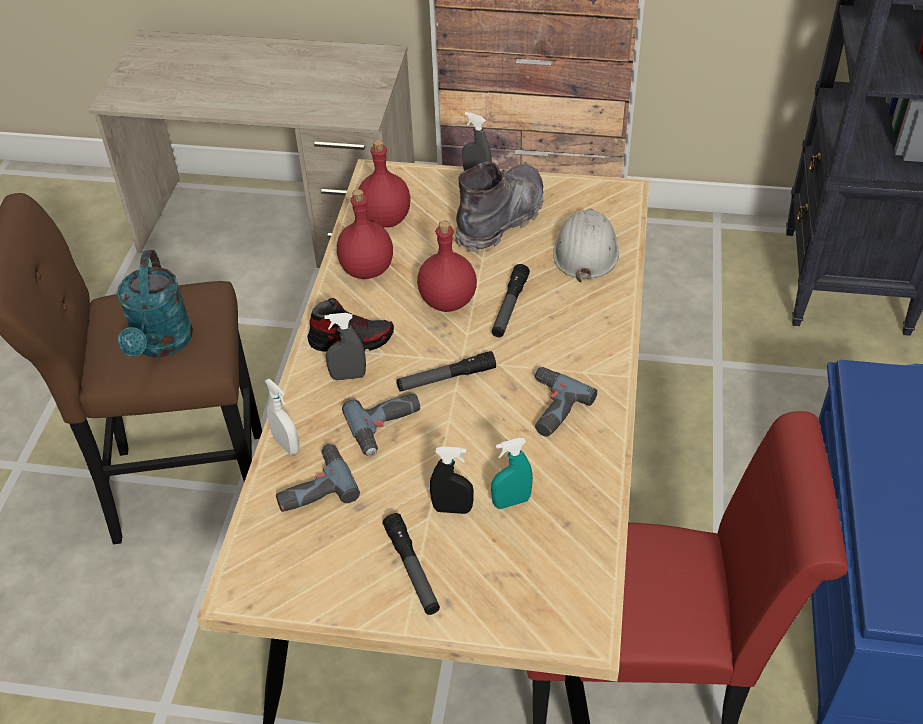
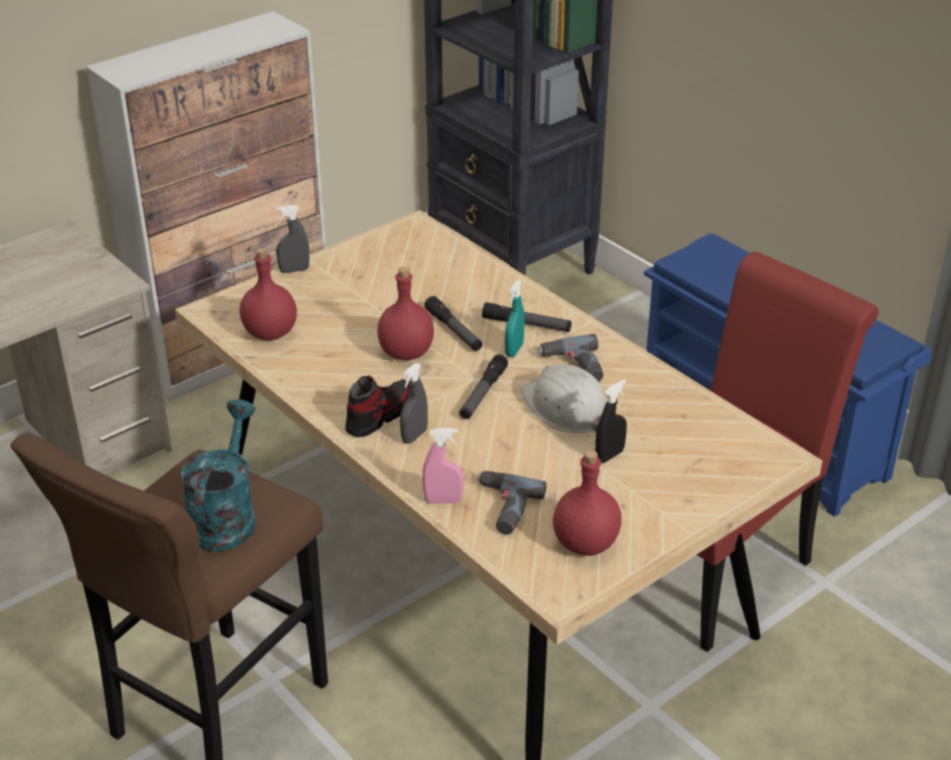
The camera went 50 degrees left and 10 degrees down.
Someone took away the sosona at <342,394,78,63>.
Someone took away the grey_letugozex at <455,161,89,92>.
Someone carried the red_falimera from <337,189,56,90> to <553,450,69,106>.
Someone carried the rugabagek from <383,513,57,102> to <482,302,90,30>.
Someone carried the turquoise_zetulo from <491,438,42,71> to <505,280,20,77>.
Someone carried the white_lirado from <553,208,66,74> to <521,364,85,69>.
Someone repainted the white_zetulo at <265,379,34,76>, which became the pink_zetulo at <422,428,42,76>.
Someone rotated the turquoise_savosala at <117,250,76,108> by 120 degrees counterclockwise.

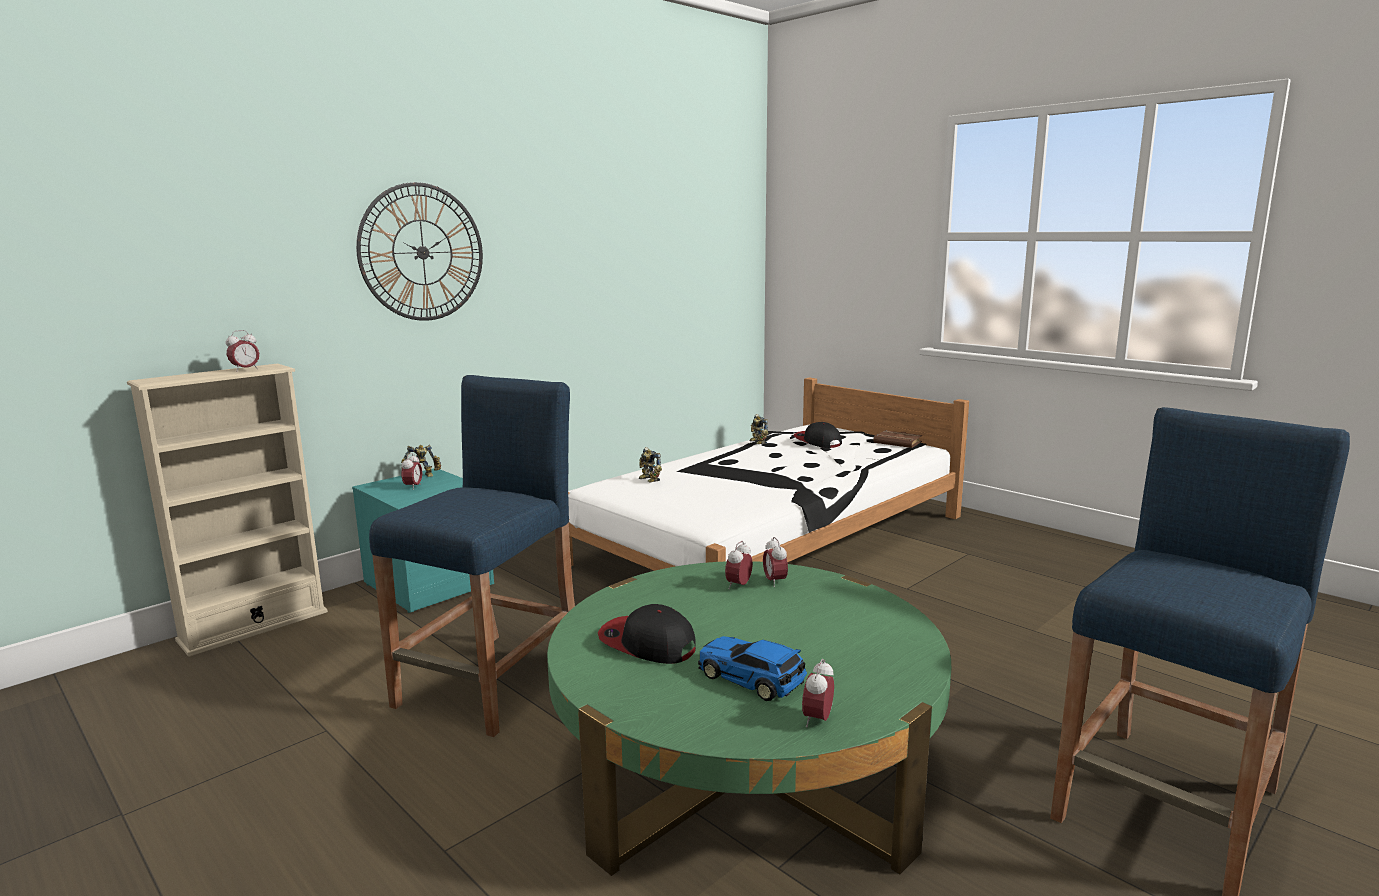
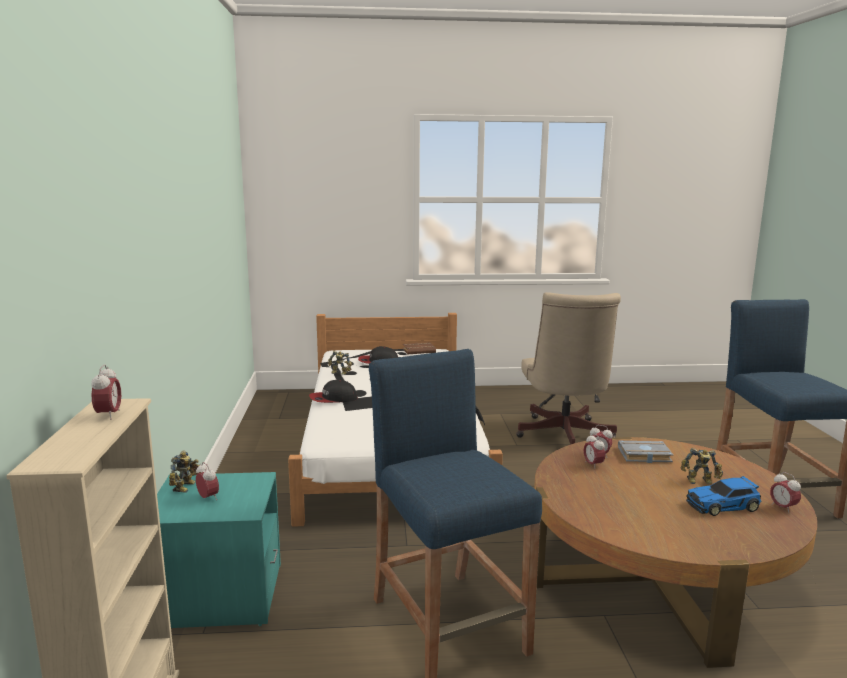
The camera went 50 degrees left and 0 degrees up.
Someone took away the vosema at <356,182,127,139>.
Someone put down the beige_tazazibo at <516,292,105,152>.
Someone put down the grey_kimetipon at <618,441,55,22>.
Someone carried the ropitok from <598,604,98,60> to <309,380,49,23>.
Someone carried the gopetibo from <639,447,23,35> to <681,448,42,36>.
Someone repainted the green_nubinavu at <547,561,404,315>, which became the brown_nubinavu at <534,437,283,231>.

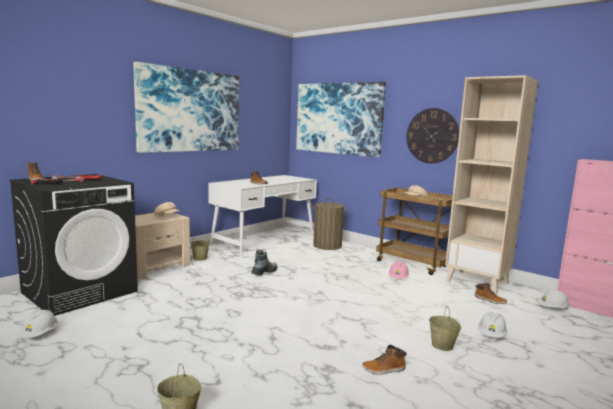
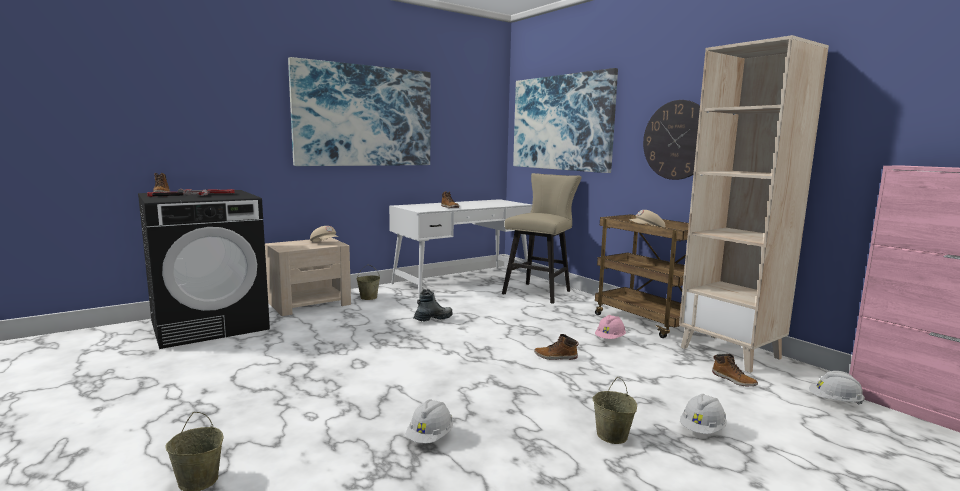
The camera went 15 degrees right and 0 degrees up.
Someone carried the white_lirado from <18,309,40,29> to <406,399,47,44>.
Someone carried the letugozex from <362,345,45,30> to <534,334,45,26>.
Someone swapped the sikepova at <312,198,36,52> for the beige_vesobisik at <502,173,79,131>.

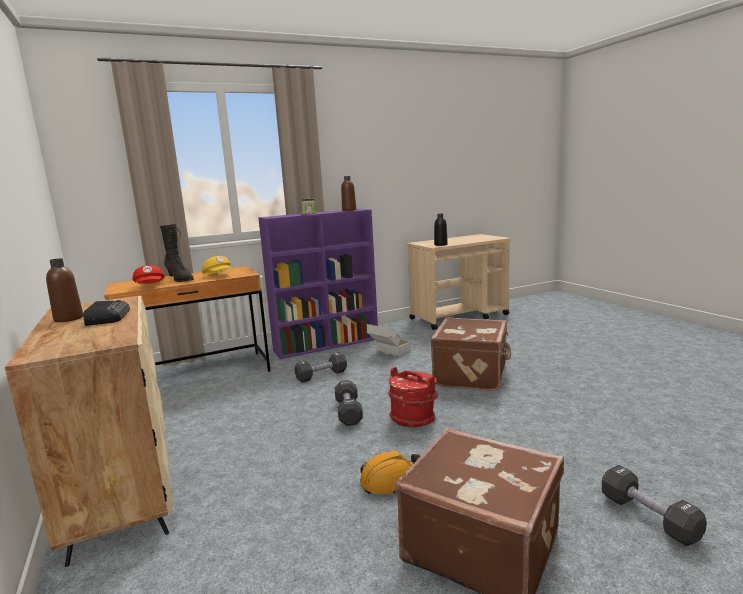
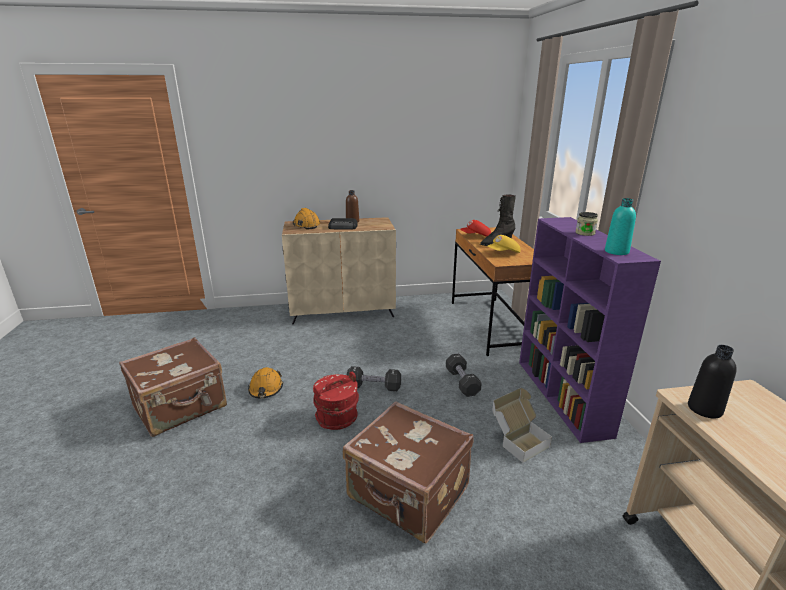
The camera went 105 degrees right and 10 degrees up.
Someone took away the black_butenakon at <602,465,105,81>.
Someone put down the orange_lirado at <293,208,27,21>.
Someone repainted the brown_falimera at <341,176,15,35>, which became the turquoise_falimera at <605,198,31,57>.

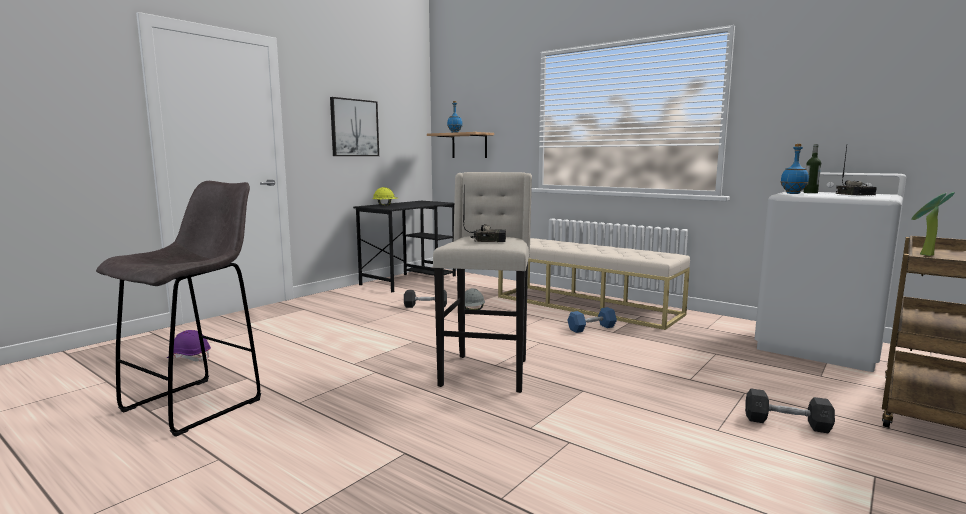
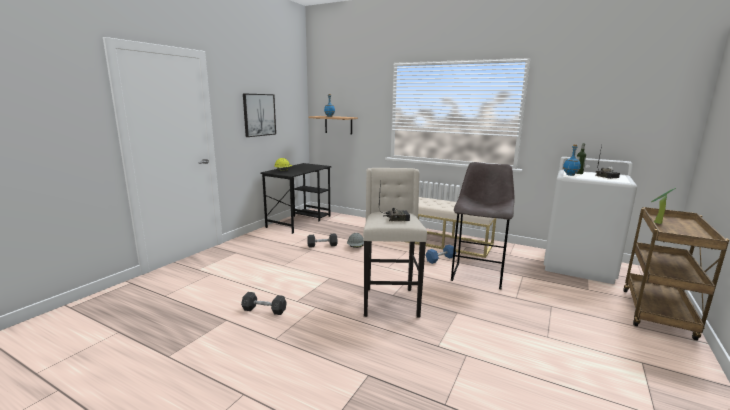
The camera went 10 degrees left and 5 degrees up.
Someone took away the purple_lirado at <167,330,44,31>.
Someone carried the grey_vesobisik from <96,181,165,256> to <451,162,63,127>.
Someone carried the grey_butenakon from <745,389,90,44> to <241,292,46,23>.

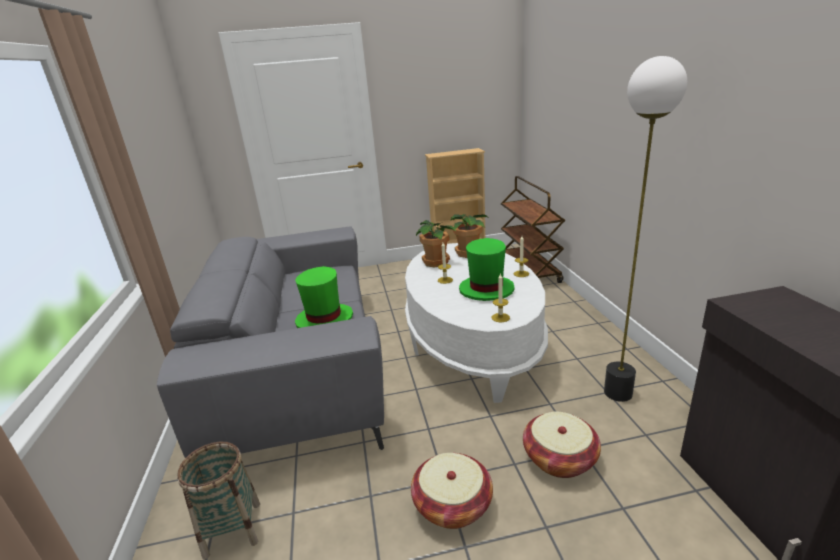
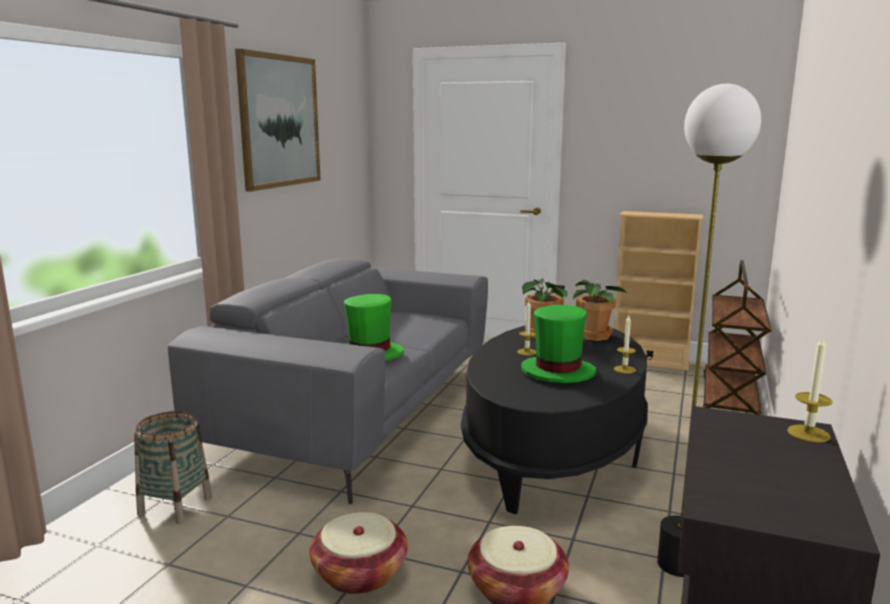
The camera went 30 degrees right and 10 degrees down.
Someone put up the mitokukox at <235,49,86,143>.
Someone carried the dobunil from <491,273,19,49> to <787,337,46,106>.
Someone repainted the white_nubinavu at <405,243,143,160>, which became the black_nubinavu at <461,325,187,189>.

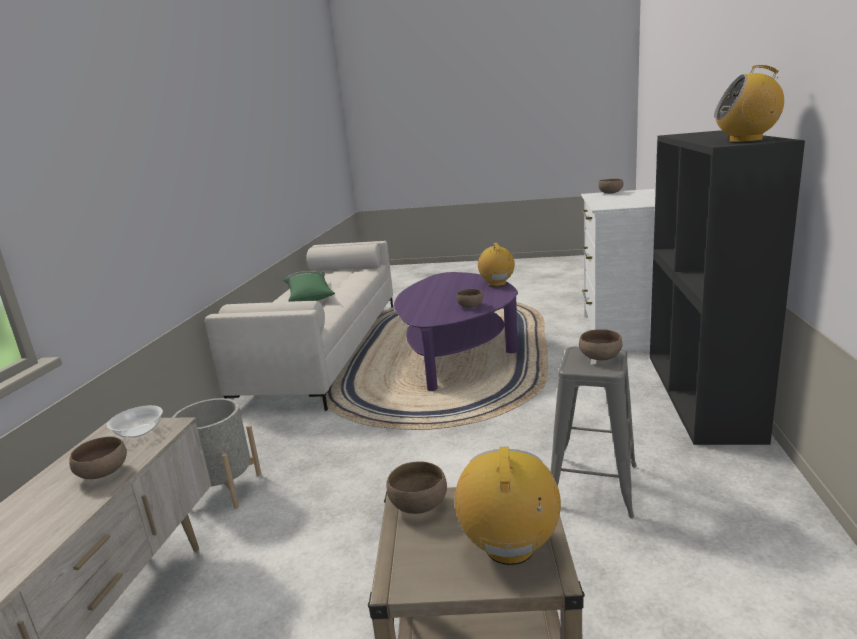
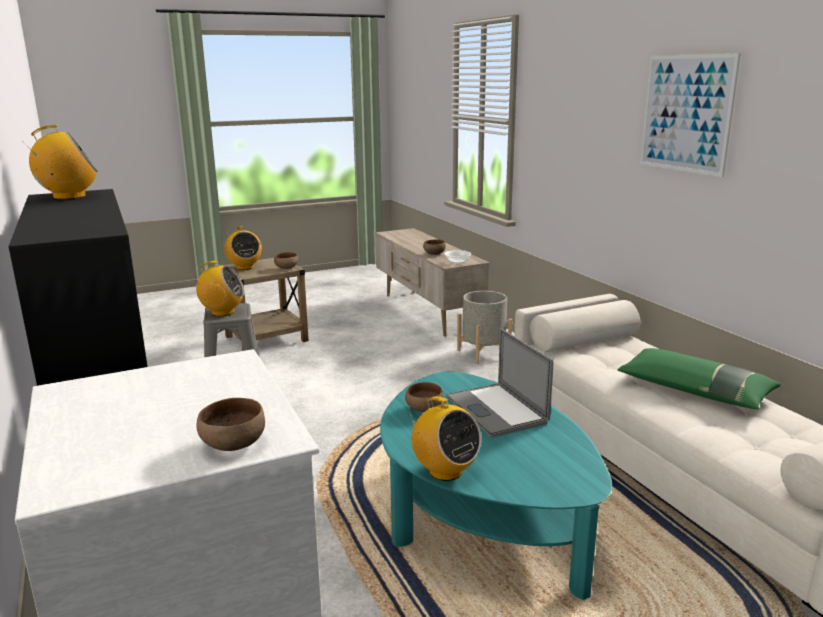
The camera went 145 degrees right and 0 degrees up.
Someone put down the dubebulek at <446,328,108,109>.
Someone put up the mitokukox at <640,53,101,124>.
Someone swapped the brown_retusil at <579,329,43,31> for the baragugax at <193,261,52,55>.
Someone repainted the purple_nubinavu at <394,272,125,119>, which became the turquoise_nubinavu at <380,372,232,228>.

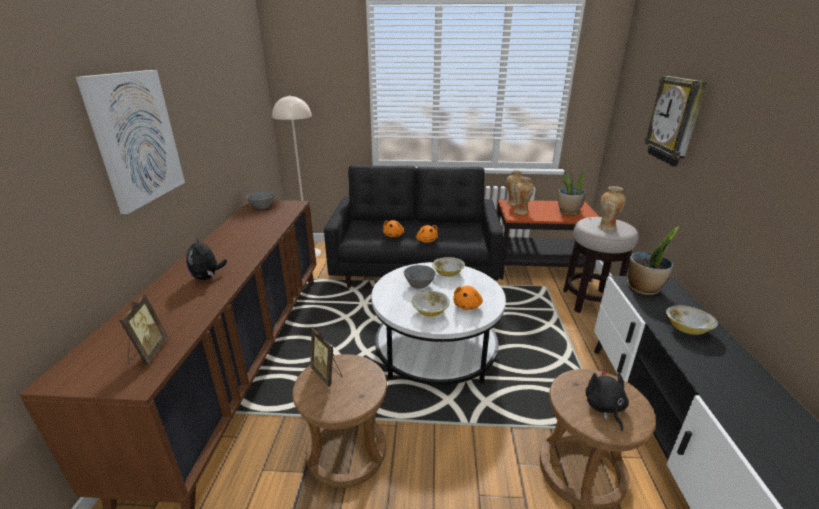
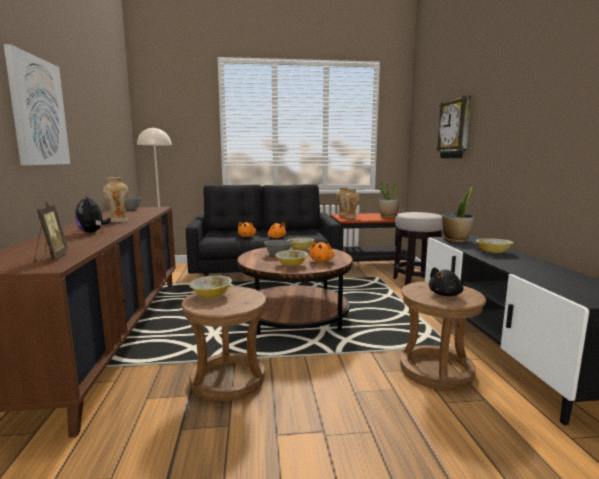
The camera went 10 degrees left and 15 degrees down.
Someone carried the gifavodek from <598,186,28,45> to <103,177,26,45>.
Someone swapped the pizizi at <310,328,33,59> for the retusil at <189,275,43,23>.
Someone repainted the white_nubinavu at <371,262,135,123>, which became the brown_nubinavu at <237,246,116,89>.
Someone rotated the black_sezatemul at <586,369,43,62> by 120 degrees counterclockwise.

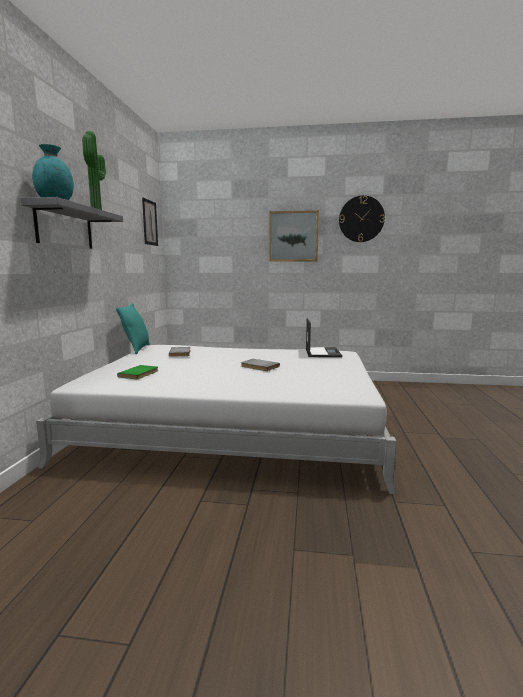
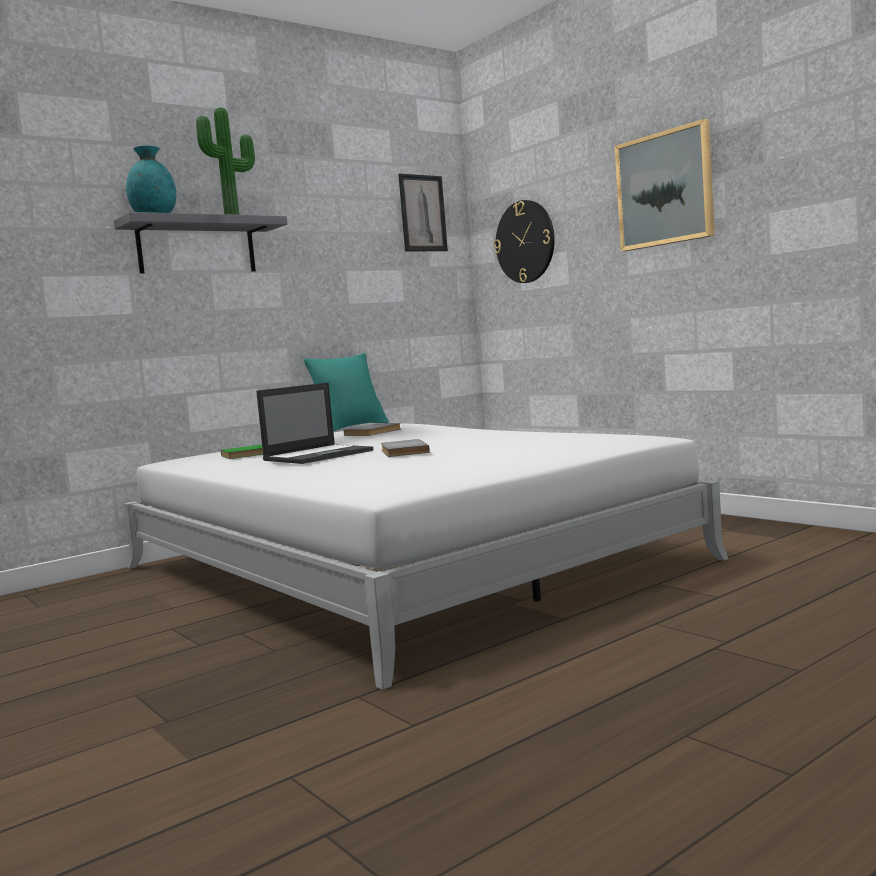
The camera went 45 degrees right and 5 degrees down.
Someone carried the dubebulek from <306,318,36,39> to <256,383,117,81>.
Someone carried the vosema from <339,195,46,47> to <494,200,61,83>.

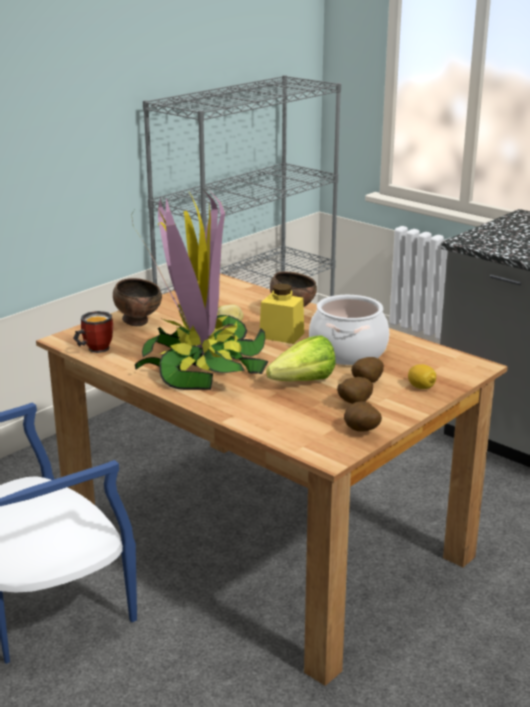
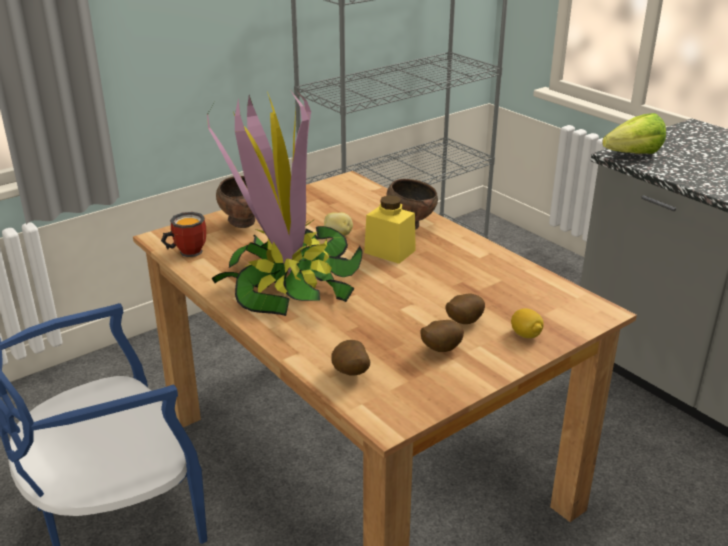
The camera went 10 degrees right and 5 degrees up.
Someone took away the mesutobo at <309,295,80,70>.
Someone carried the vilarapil from <266,335,70,46> to <602,113,64,41>.
Someone carried the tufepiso from <344,401,38,31> to <331,340,39,36>.

